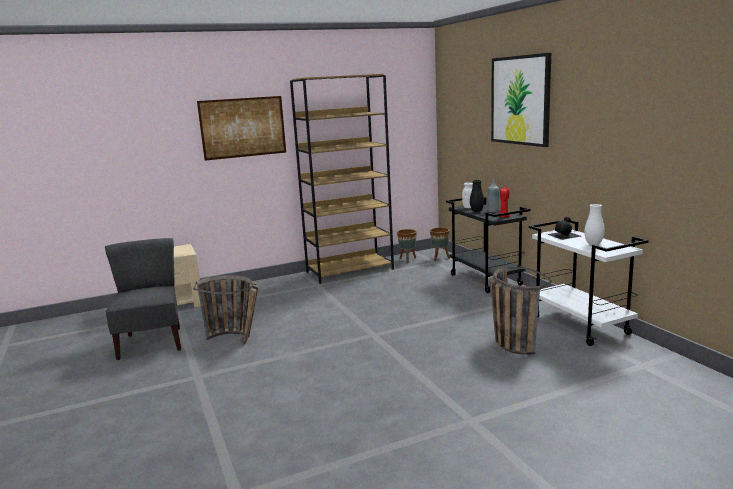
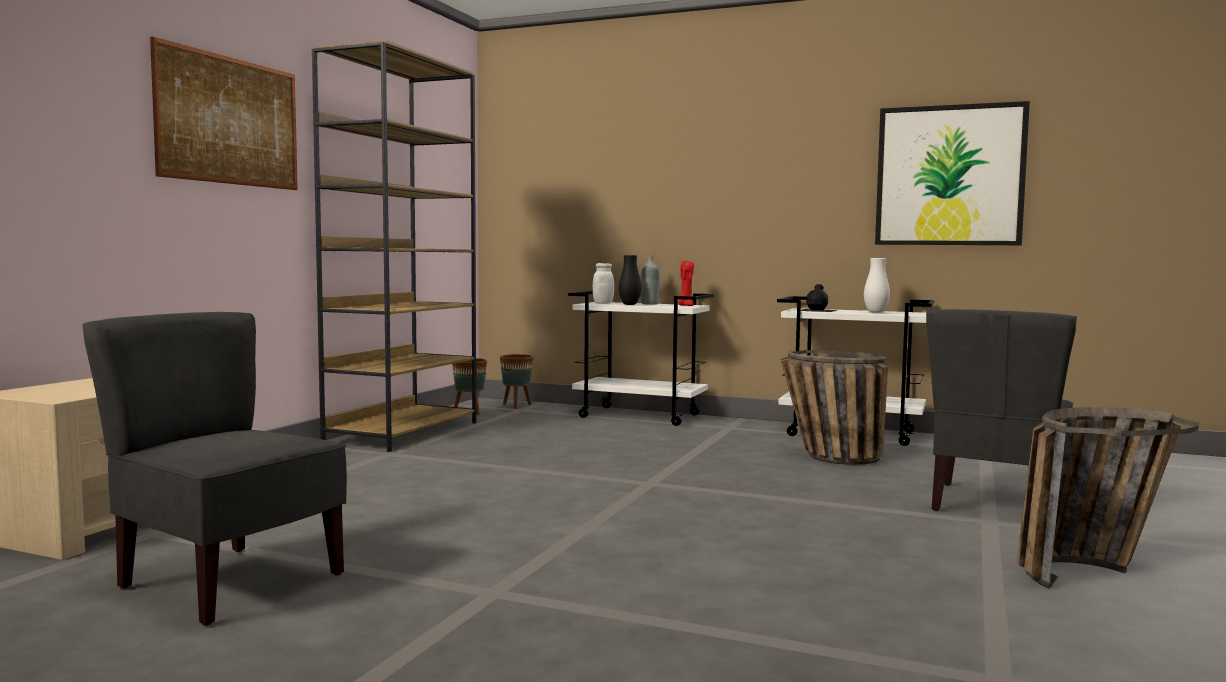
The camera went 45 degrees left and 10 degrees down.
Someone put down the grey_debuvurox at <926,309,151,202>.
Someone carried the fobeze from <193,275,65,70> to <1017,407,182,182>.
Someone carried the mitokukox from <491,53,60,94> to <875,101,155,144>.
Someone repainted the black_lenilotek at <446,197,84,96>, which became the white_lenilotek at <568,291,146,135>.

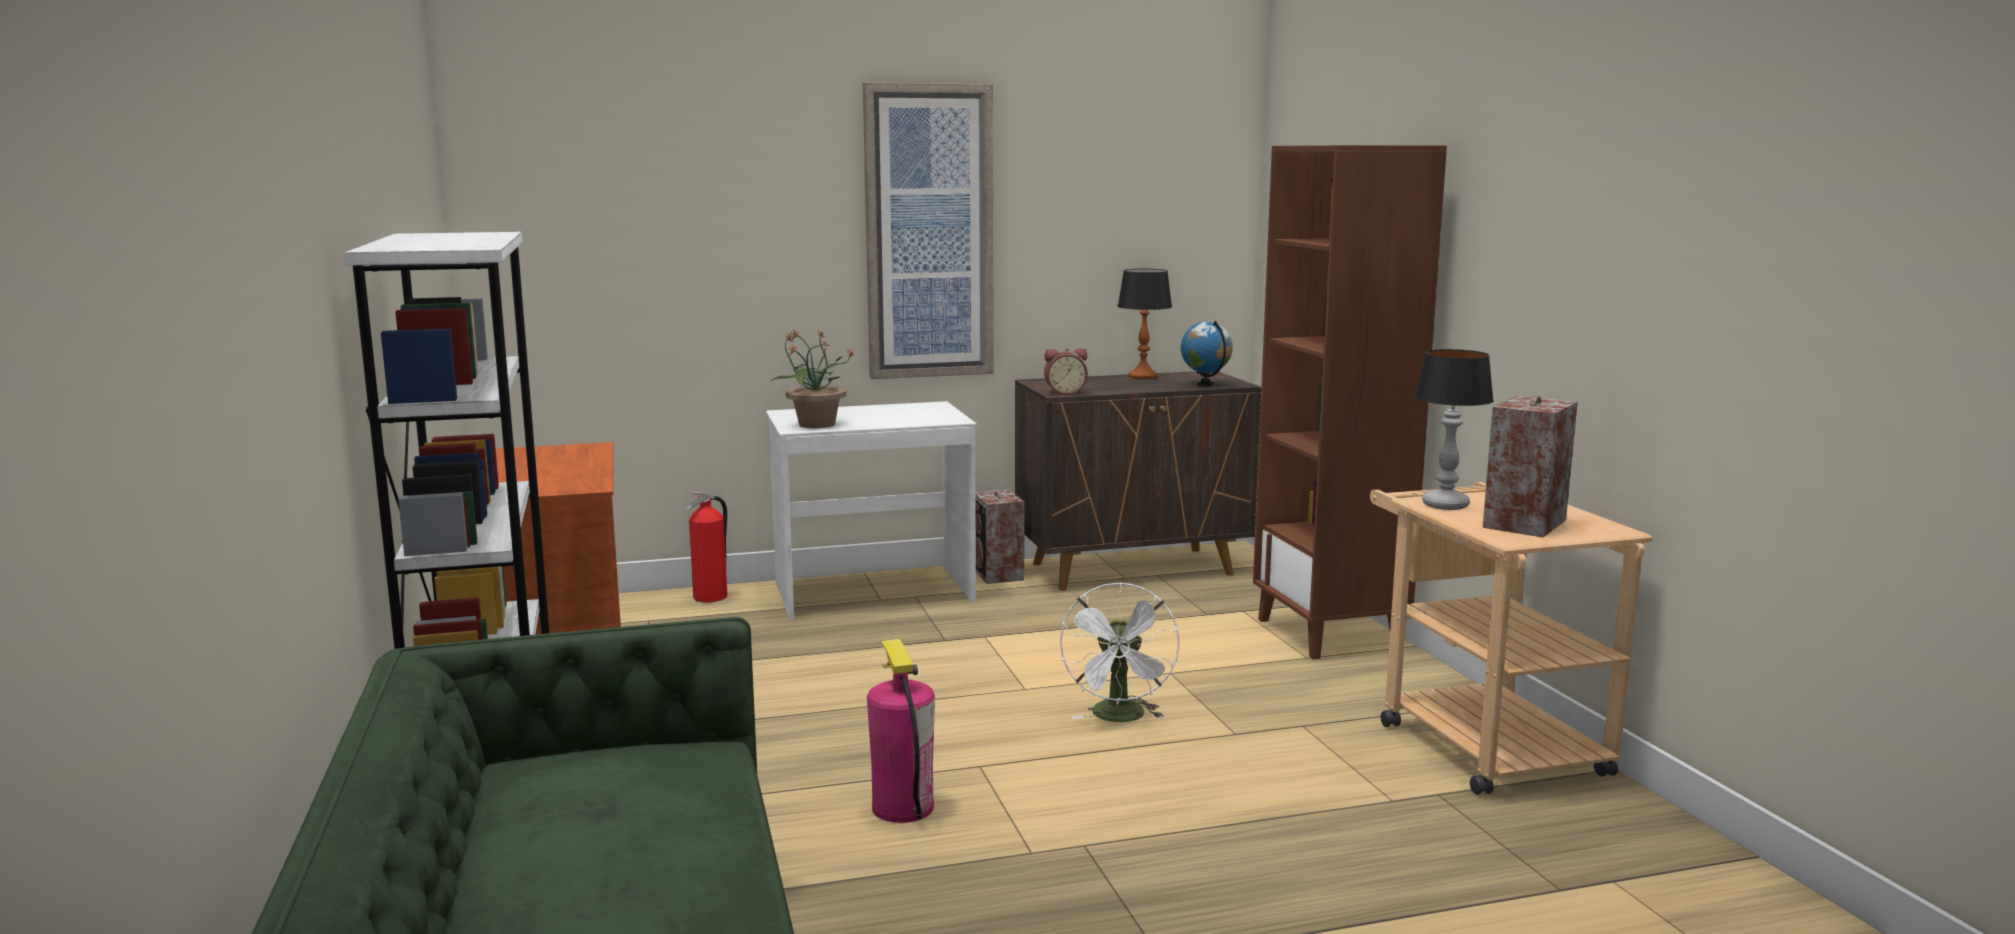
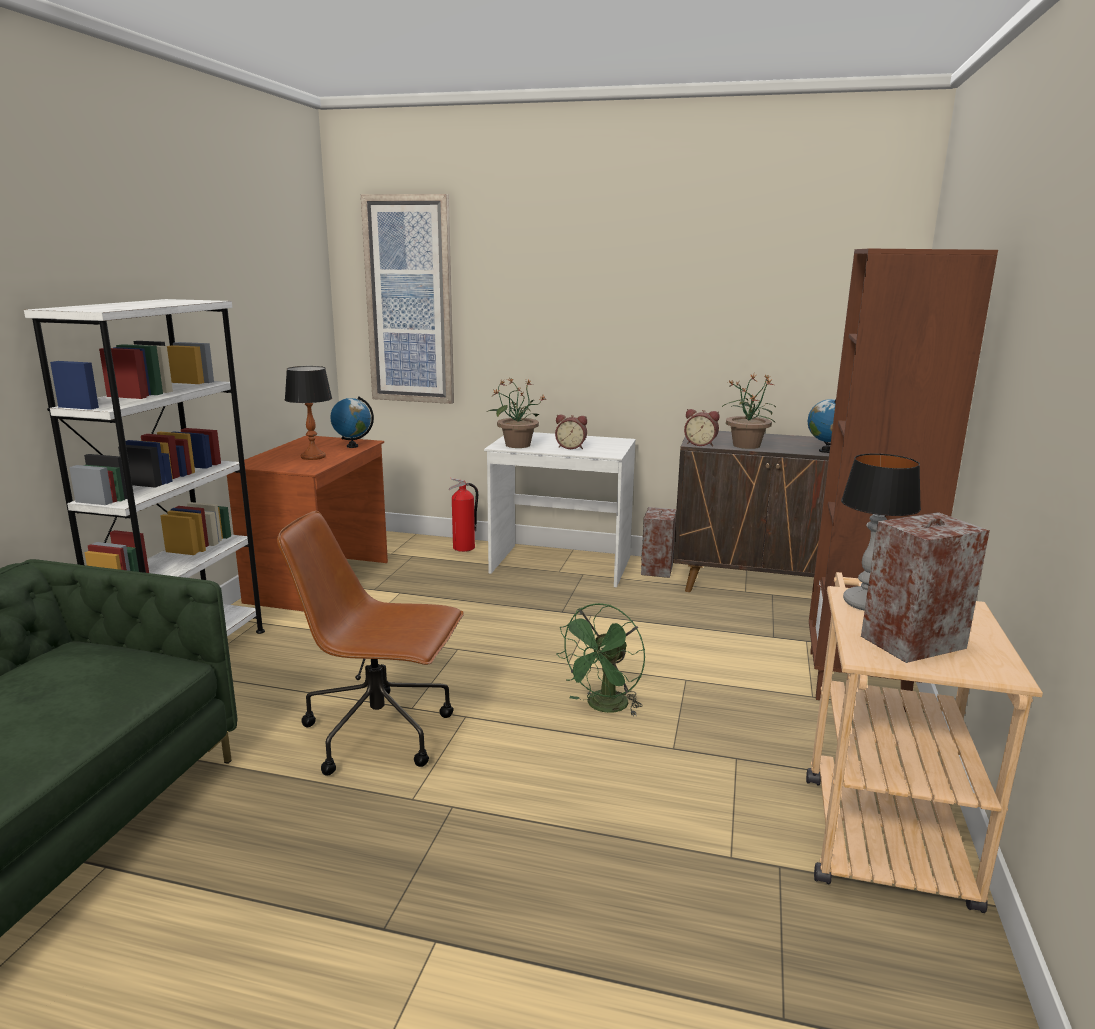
The camera went 30 degrees right and 5 degrees up.
Someone put down the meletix at <330,396,44,52>.
Someone put down the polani at <555,415,32,34>.
Someone put down the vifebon at <721,374,55,75>.
Someone carried the mitokukox from <863,83,131,296> to <361,194,93,210>.
Someone carried the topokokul from <1117,269,55,110> to <285,366,47,94>.
Someone swapped the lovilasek at <867,639,68,184> for the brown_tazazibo at <277,511,187,265>.
Someone repainted the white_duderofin at <1060,582,119,140>, which became the green_duderofin at <556,603,89,113>.

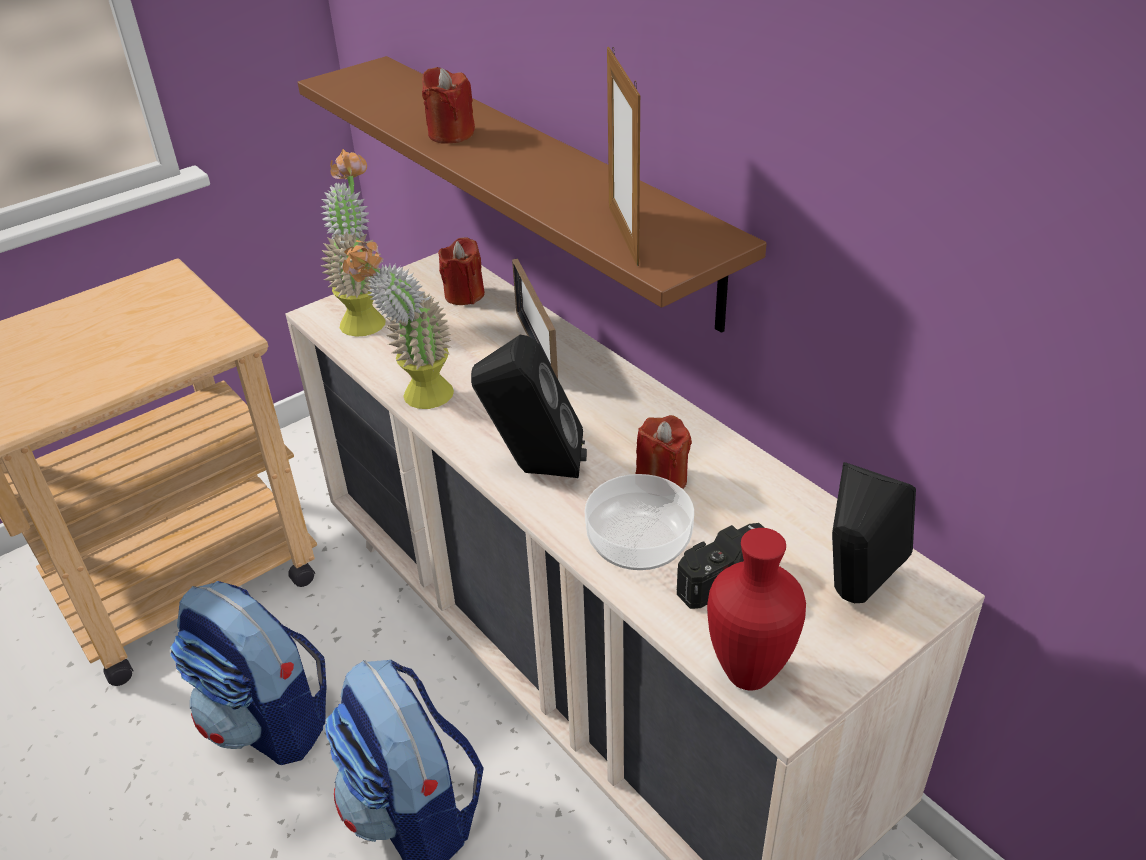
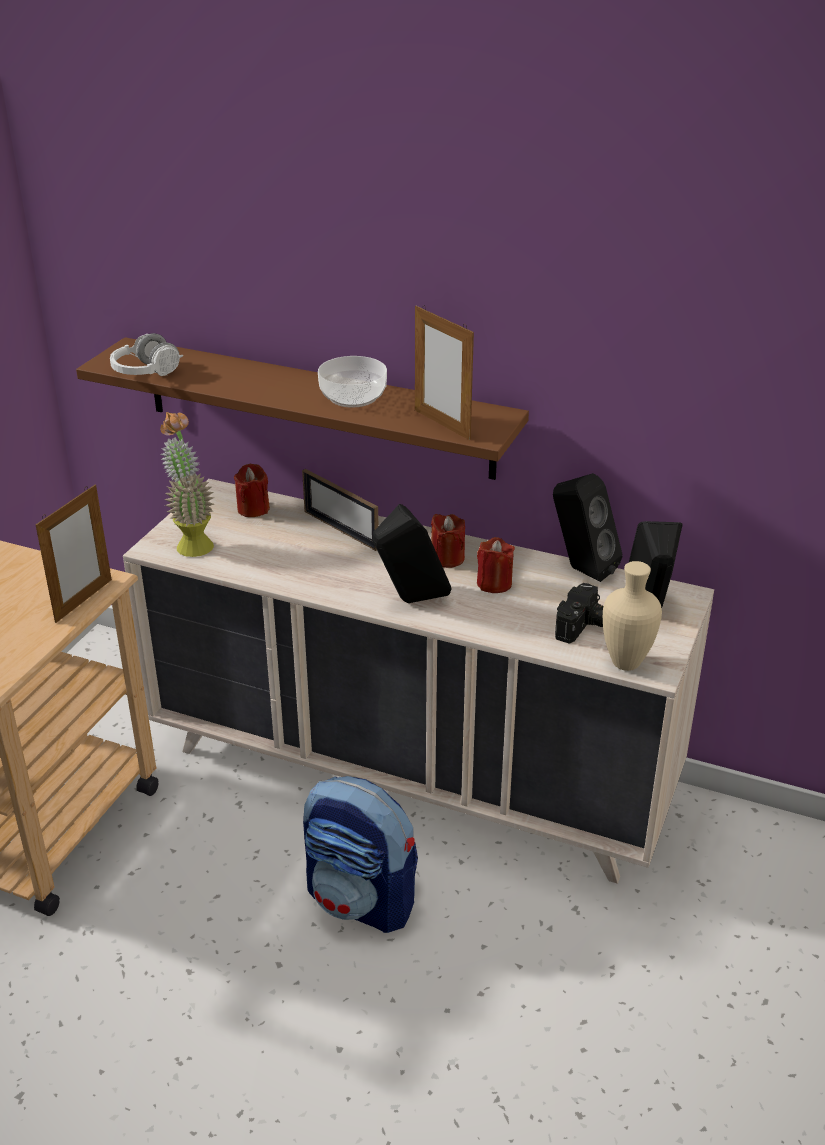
The camera went 30 degrees left and 5 degrees down.
Someone took away the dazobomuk at <170,581,157,184>.
Someone took away the vifebon at <343,240,111,169>.
Someone put down the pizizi at <36,485,76,138>.
Someone put down the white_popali at <110,333,73,43>.
Someone put down the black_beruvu at <553,473,69,109>.
Someone carried the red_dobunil from <422,67,53,77> to <431,514,34,54>.
Someone carried the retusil from <585,474,109,96> to <318,356,69,51>.
Someone repainted the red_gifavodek at <707,528,99,162>, which became the beige_gifavodek at <603,561,59,110>.

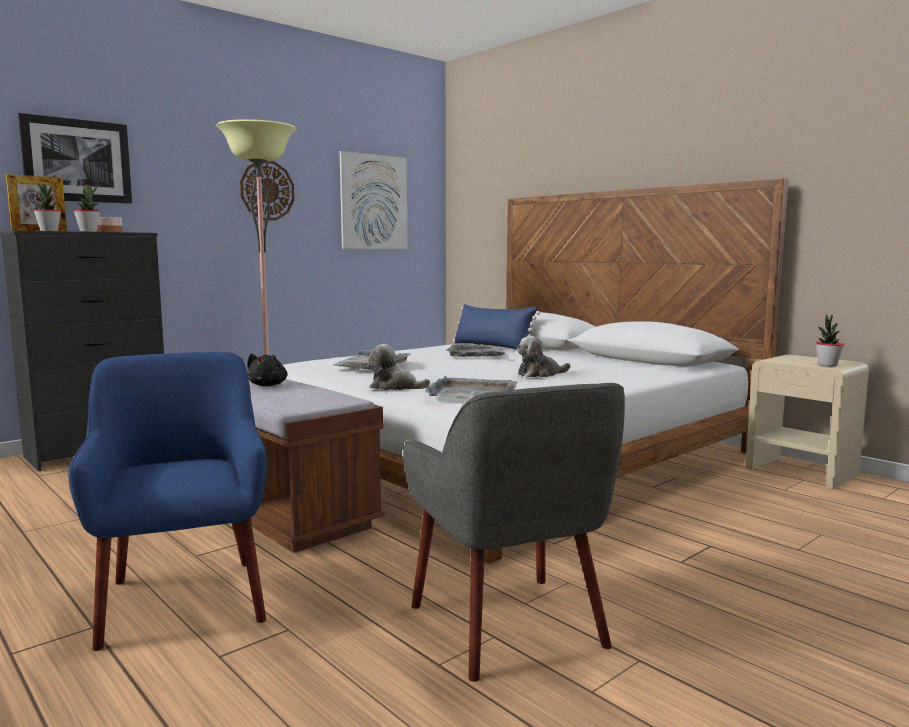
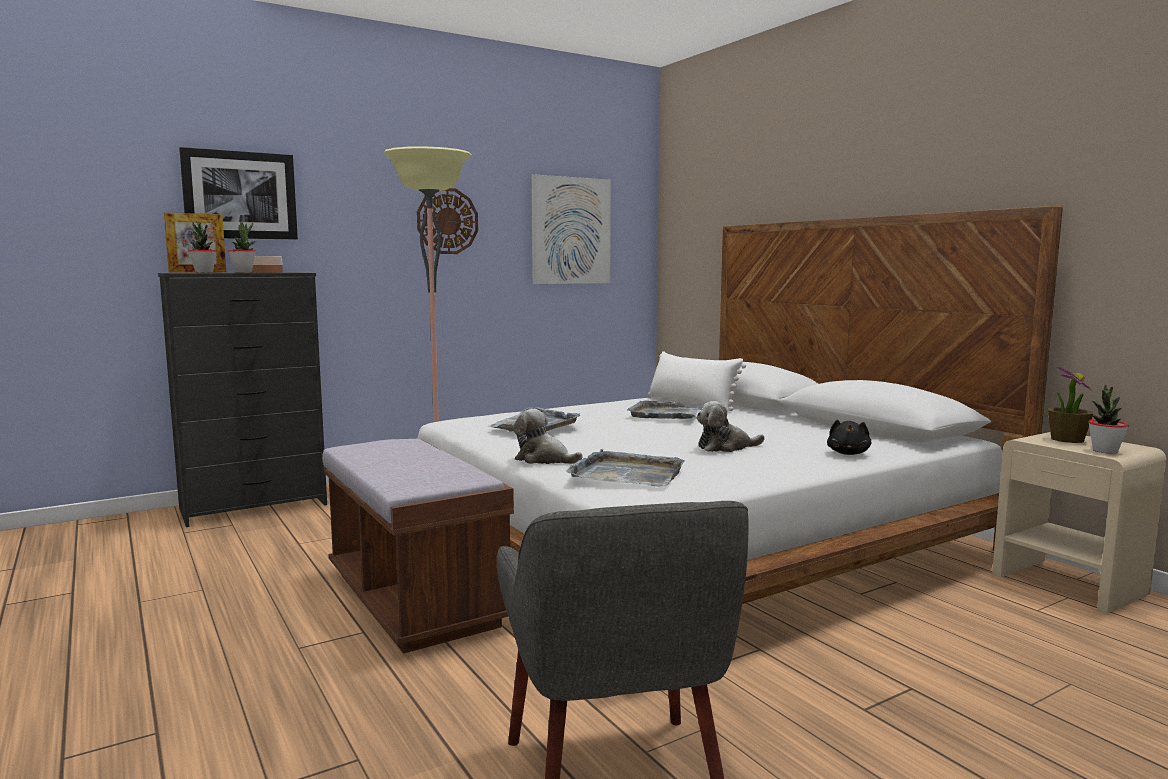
The camera went 10 degrees right and 0 degrees up.
Someone took away the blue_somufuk at <68,352,199,299>.
Someone put down the vifebon at <1048,367,45,76>.
Someone carried the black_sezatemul from <247,353,41,33> to <827,419,44,36>.
Someone repainted the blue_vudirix at <453,304,87,46>, which became the white_vudirix at <648,351,98,61>.

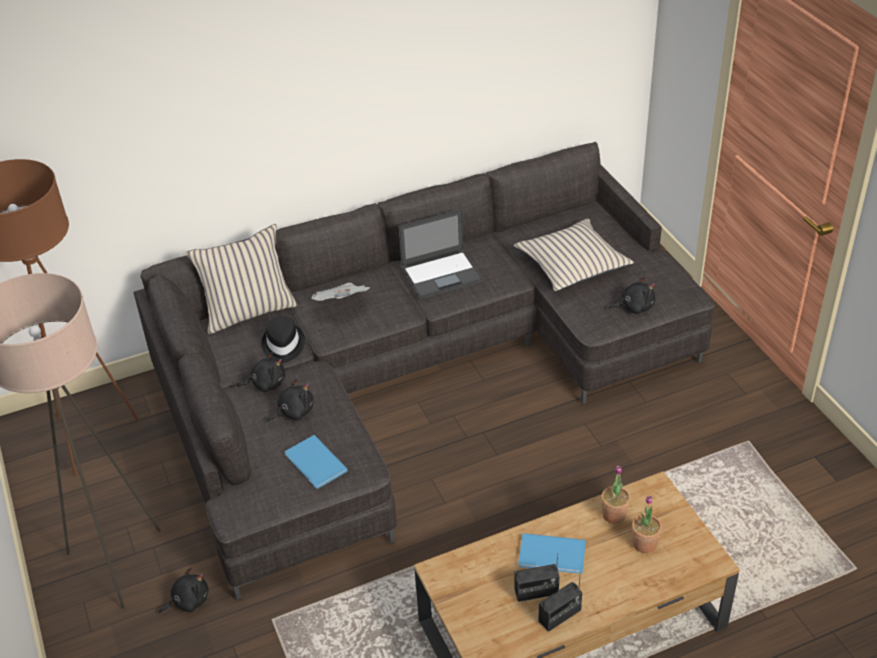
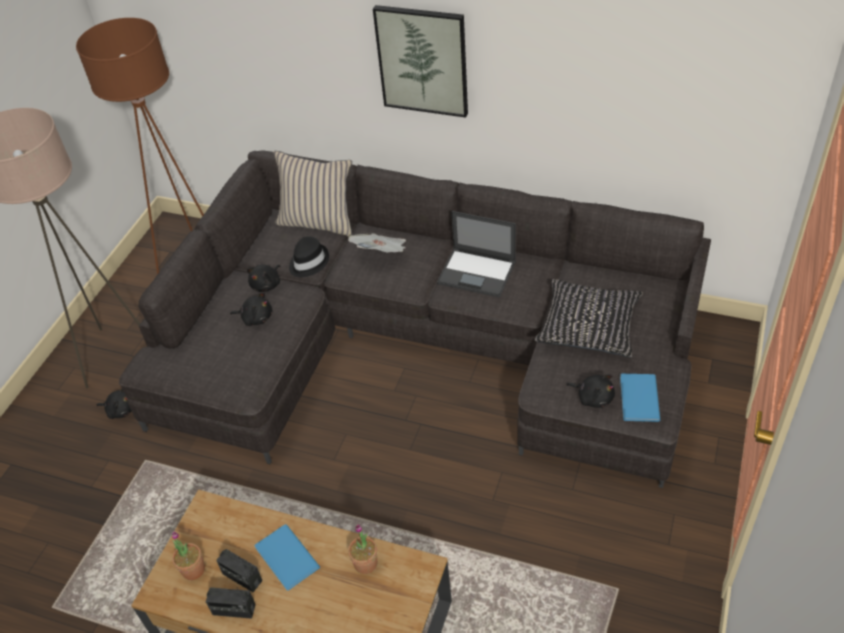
The camera went 45 degrees right and 5 degrees up.
Someone put up the mitokukox at <373,5,95,113>.
Someone carried the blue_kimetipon from <285,435,63,54> to <620,374,40,48>.
Someone carried the vifebon from <632,496,30,57> to <172,531,33,49>.
Someone repainted the beige_vudirix at <514,218,121,73>, which became the black_vudirix at <534,279,109,79>.
Someone rotated the black_sezatemul at <237,352,48,40> by 90 degrees clockwise.

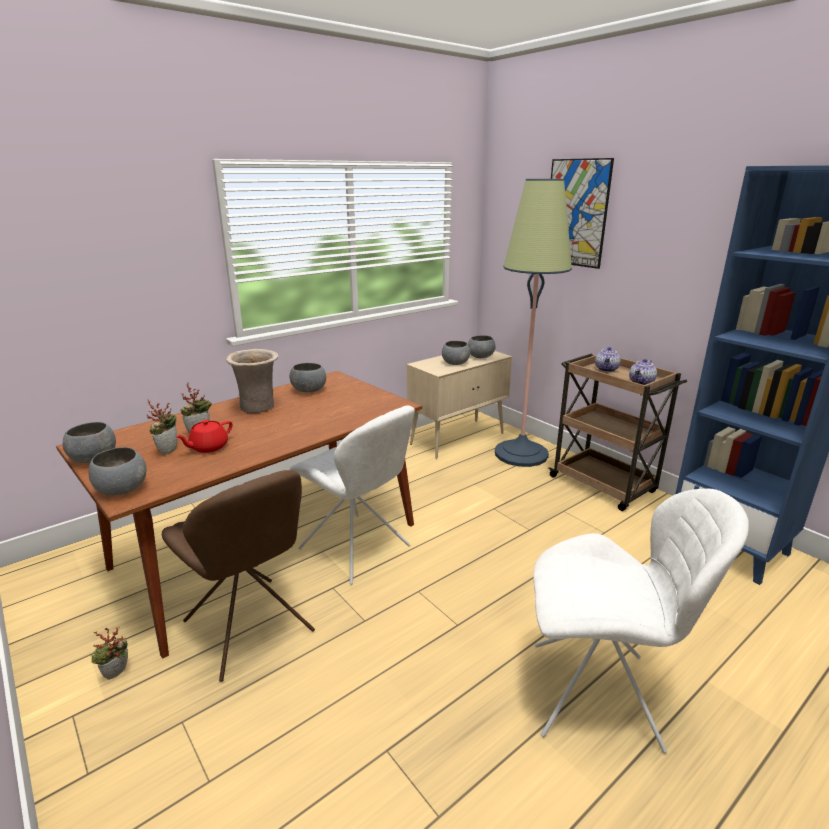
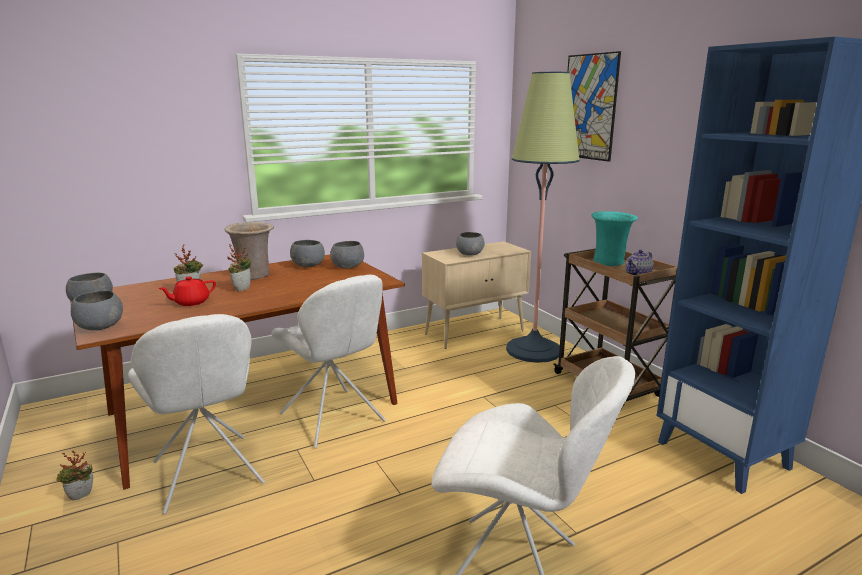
The camera went 10 degrees right and 5 degrees down.
Someone carried the vifebon from <147,399,30,56> to <227,244,24,48>.
Someone carried the grey_retusil from <468,335,28,23> to <330,241,34,28>.
Someone swapped the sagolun at <595,347,25,25> for the turquoise_gifavodek at <591,211,47,55>.
Someone repainted the brown_debuvurox at <162,470,153,212>, which became the white_debuvurox at <128,314,137,200>.

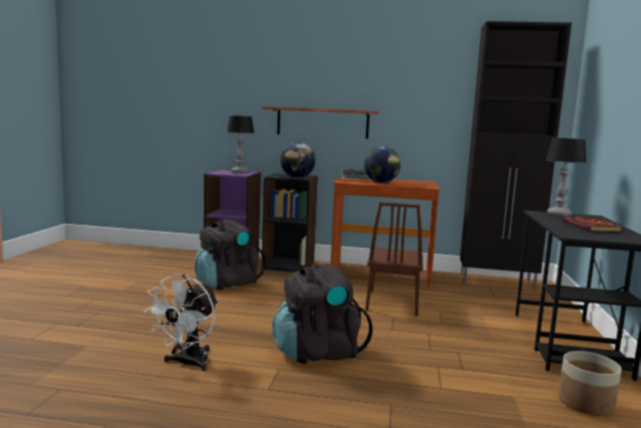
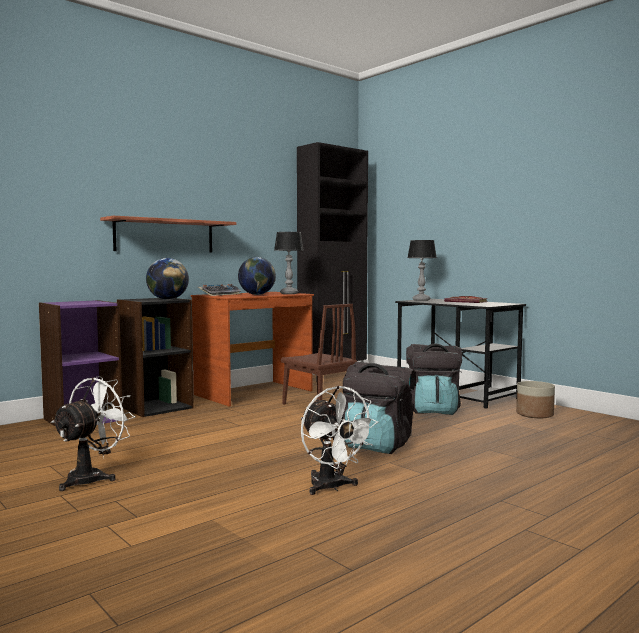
The camera went 50 degrees left and 5 degrees down.
Someone put down the white_duderofin at <51,376,84,115>.
Someone carried the black_dazobomuk from <195,220,71,70> to <406,344,56,71>.
Someone carried the topokokul from <227,115,27,58> to <274,232,30,62>.

